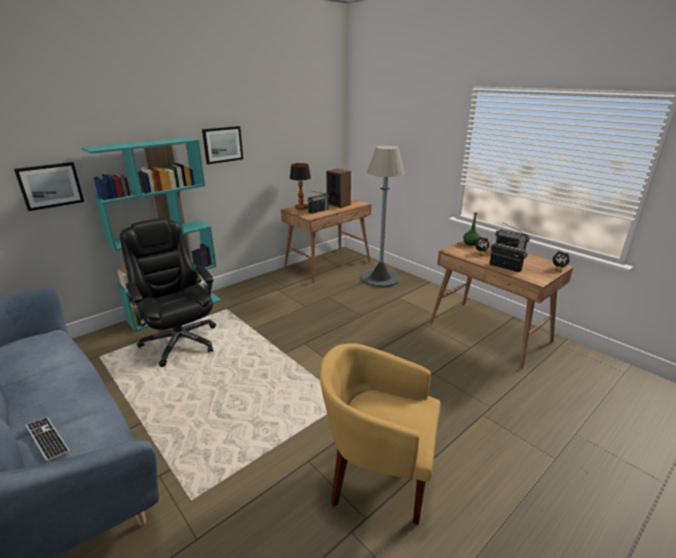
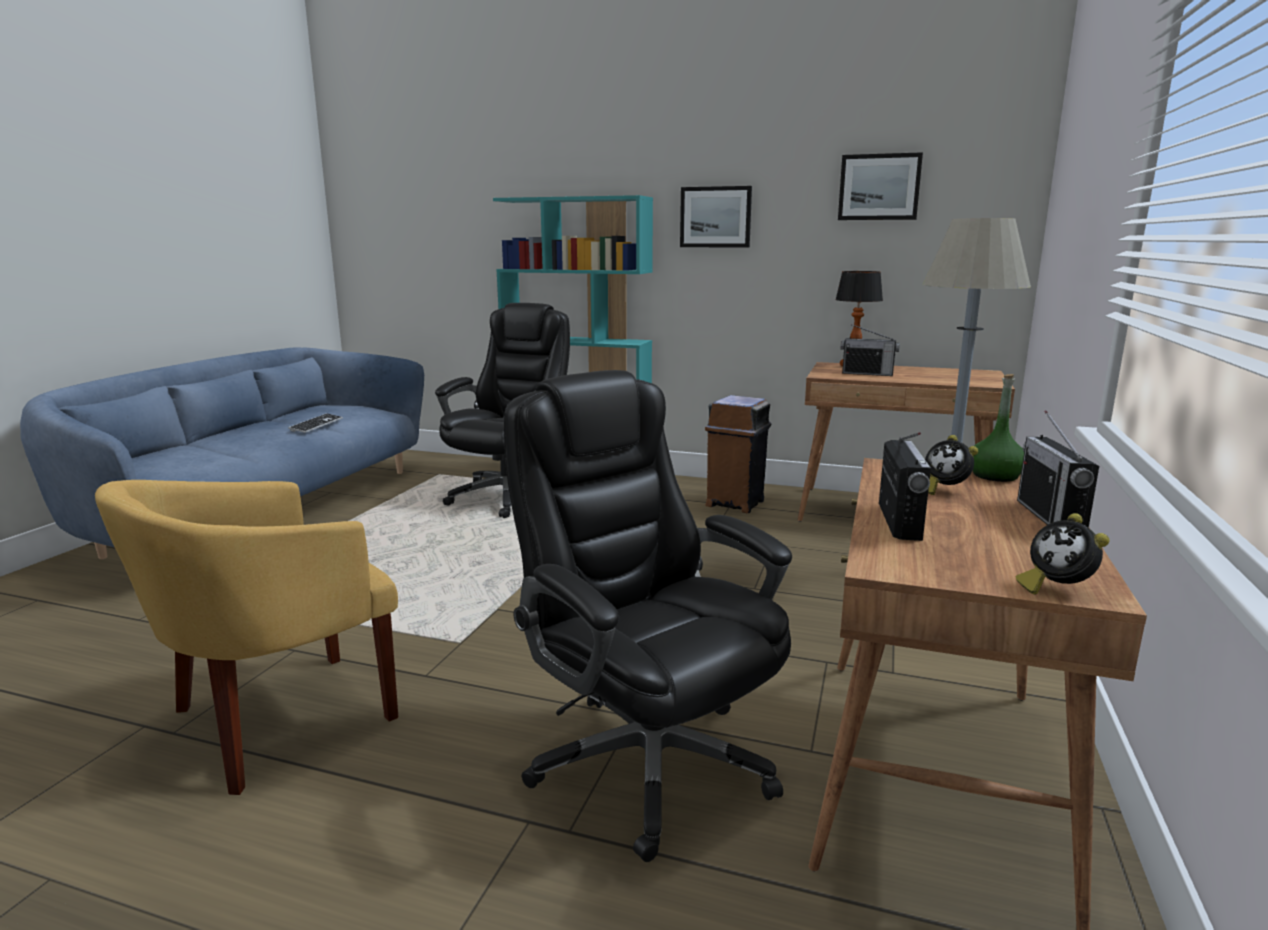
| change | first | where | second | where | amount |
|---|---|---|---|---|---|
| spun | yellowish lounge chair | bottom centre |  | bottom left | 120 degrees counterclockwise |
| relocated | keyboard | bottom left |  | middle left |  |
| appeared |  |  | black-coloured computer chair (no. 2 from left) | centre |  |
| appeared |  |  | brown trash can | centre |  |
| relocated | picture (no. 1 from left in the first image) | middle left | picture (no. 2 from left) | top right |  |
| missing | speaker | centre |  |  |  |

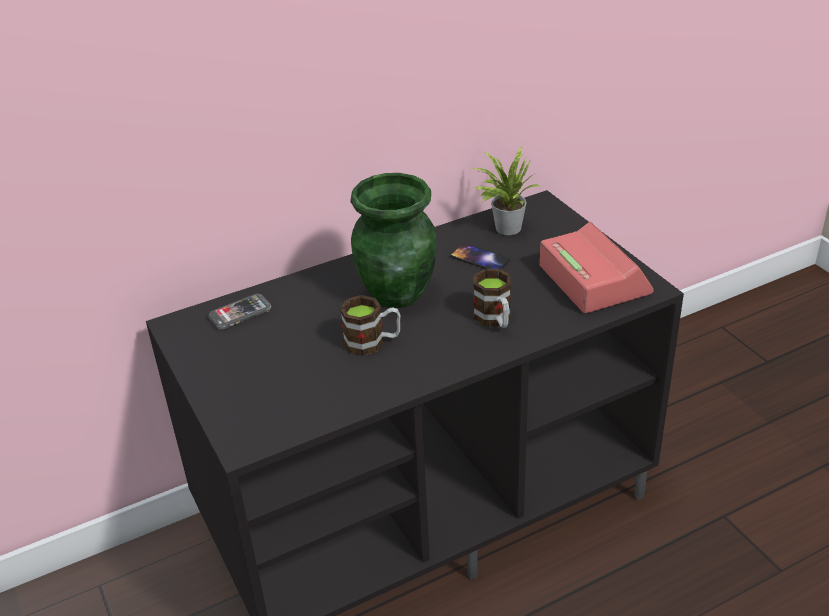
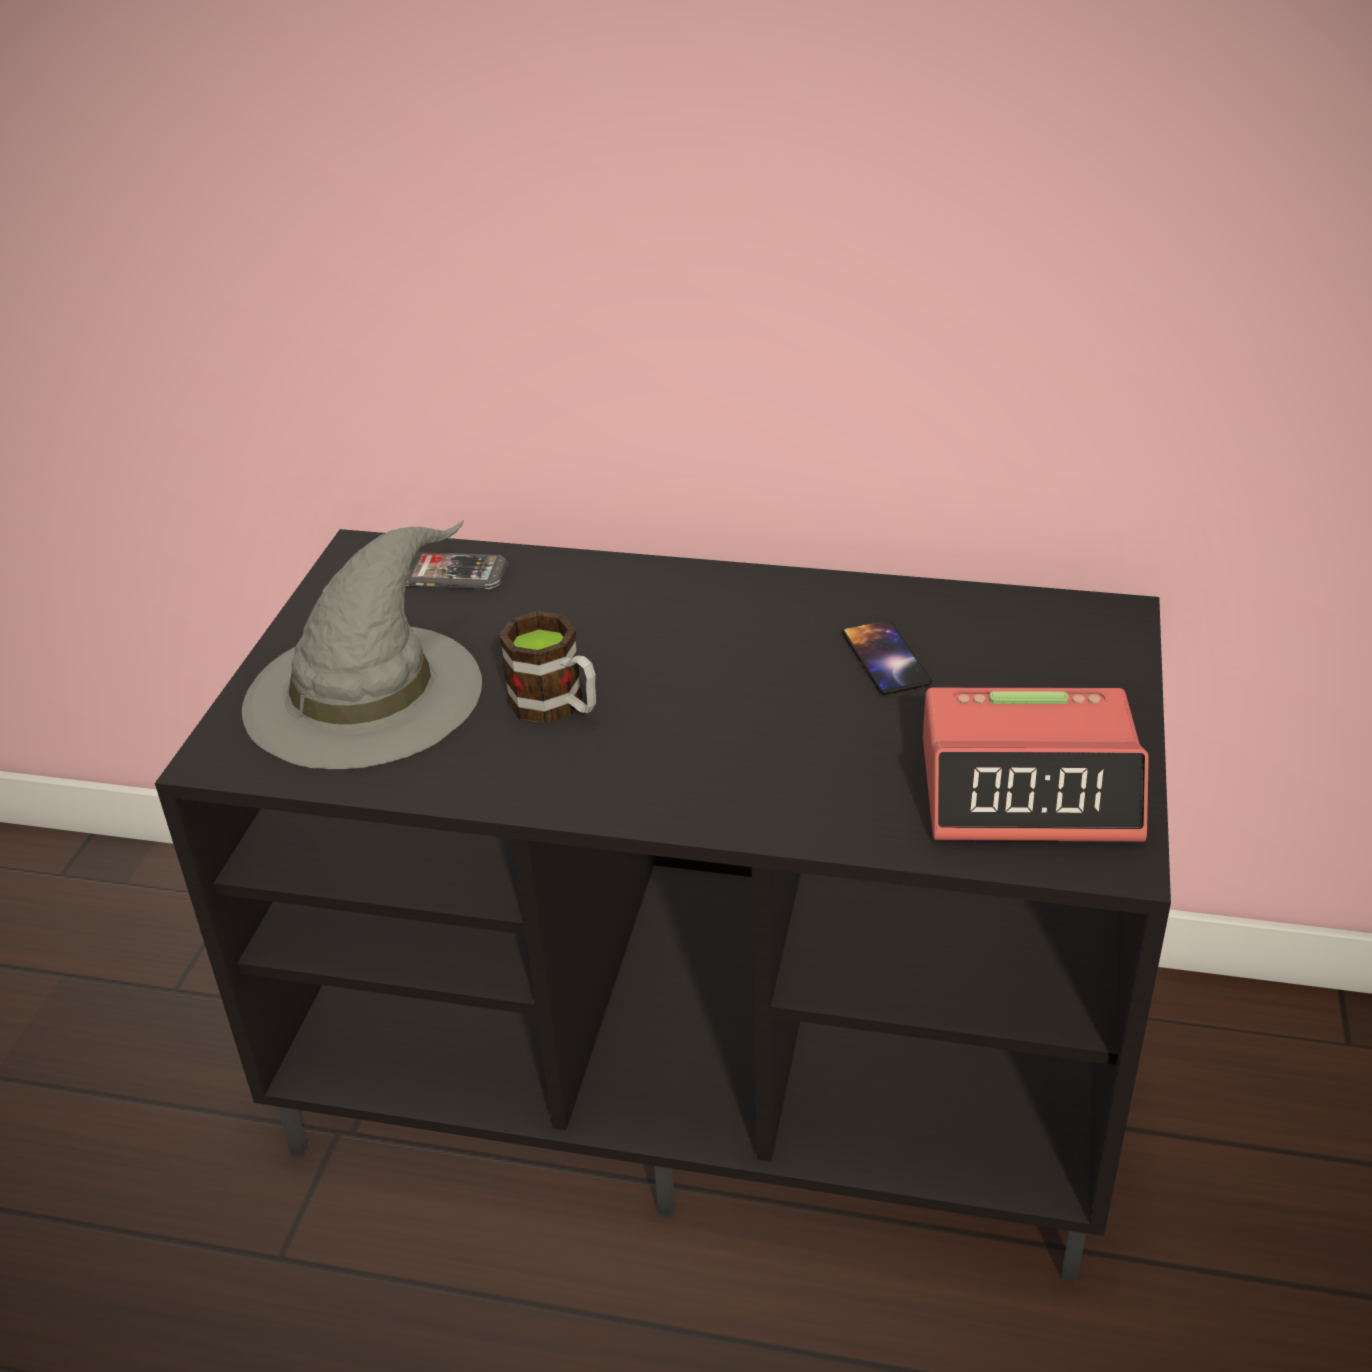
| change | first | where | second | where | amount |
|---|---|---|---|---|---|
| appeared |  |  | greyish hat | middle left |  |
| spun | alarm clock | middle right |  | middle right | 75 degrees clockwise |
| missing | greenish vase | centre |  |  |  |
| missing | plant in a pot | top centre |  |  |  |
| missing | mug (no. 2 from left) | centre |  |  |  |

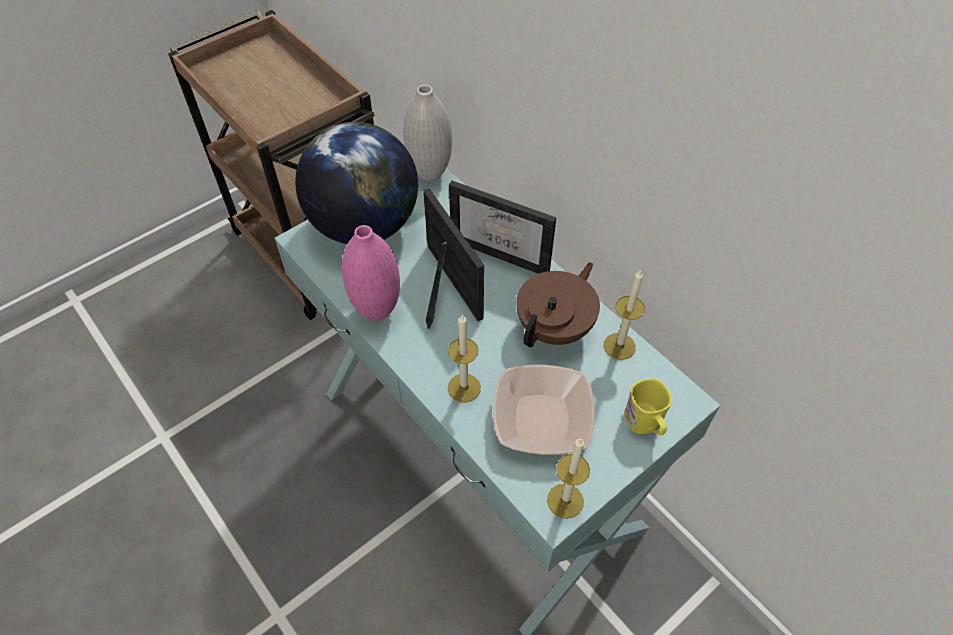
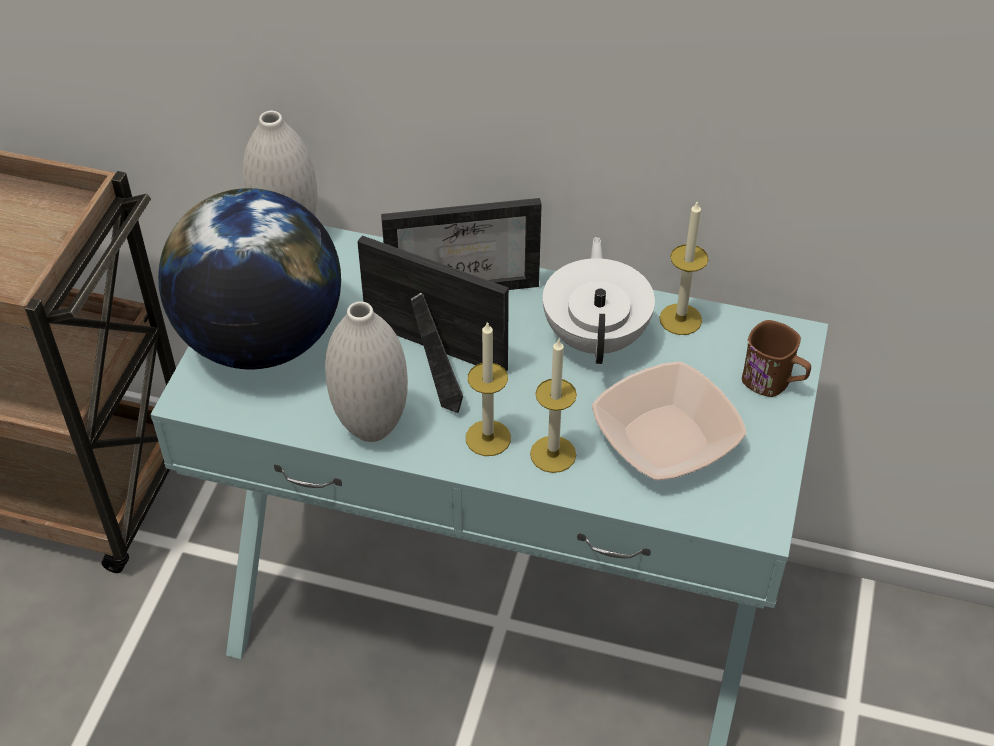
| change | first | where | second | where | amount |
|---|---|---|---|---|---|
| colour | pinkish vase | centre | white vase (no. 2 from left) | centre |  |
| relocated | wax candle (no. 2 from left in the first image) | bottom centre | wax candle (no. 1 from left) | centre |  |
| colour | brown tea pot | centre | white tea pot | centre |  |
| colour | yellowish mug | middle right | brown mug | middle right |  |

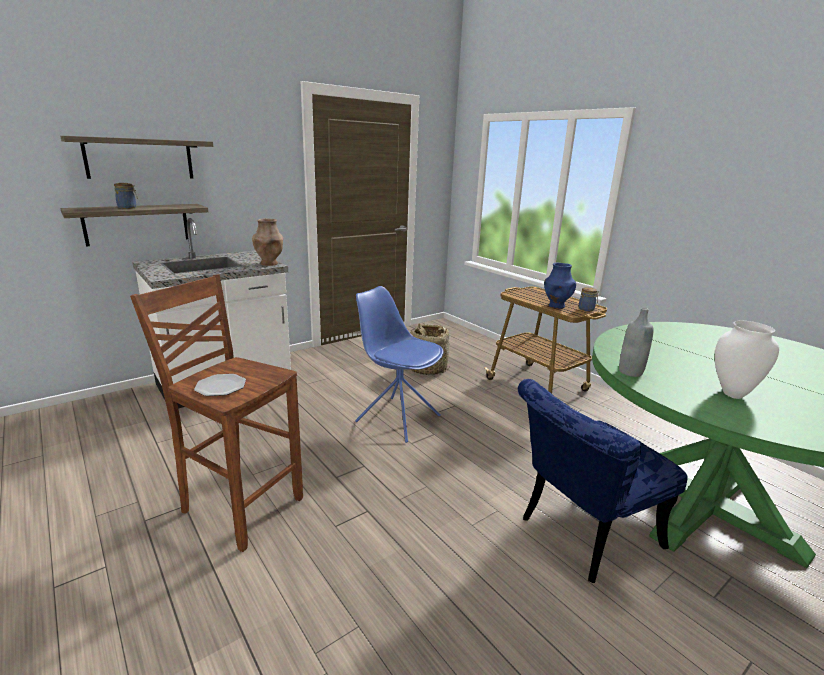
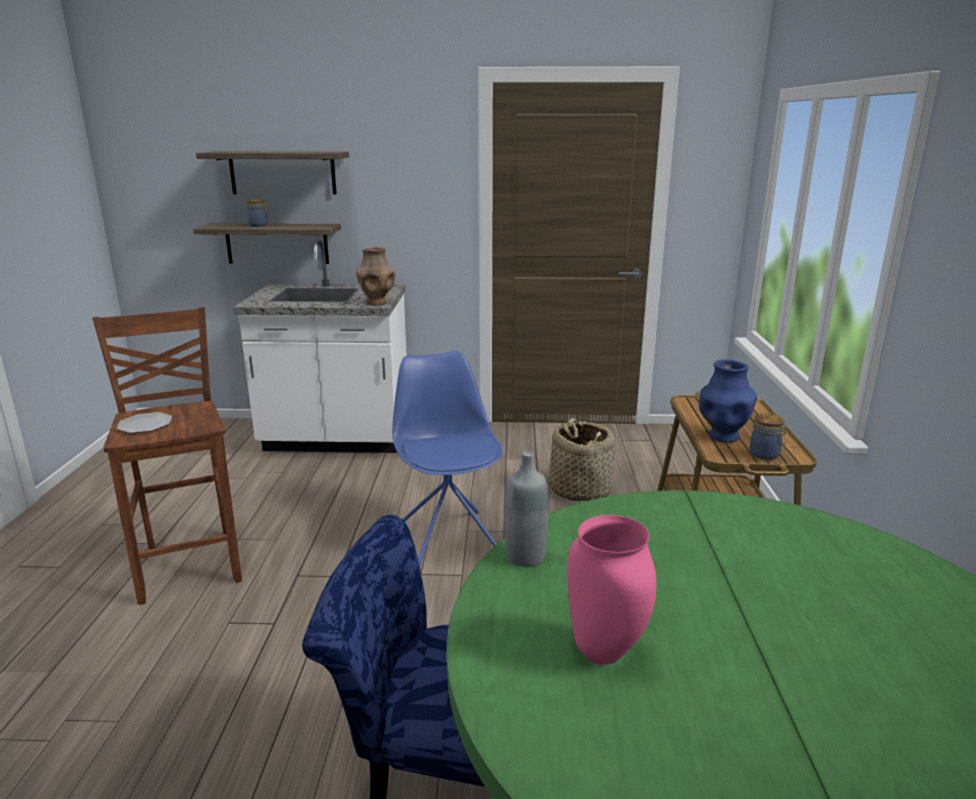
| change | first | where | second | where | amount |
|---|---|---|---|---|---|
| colour | white vase | middle right | pinkish vase | bottom centre |  |

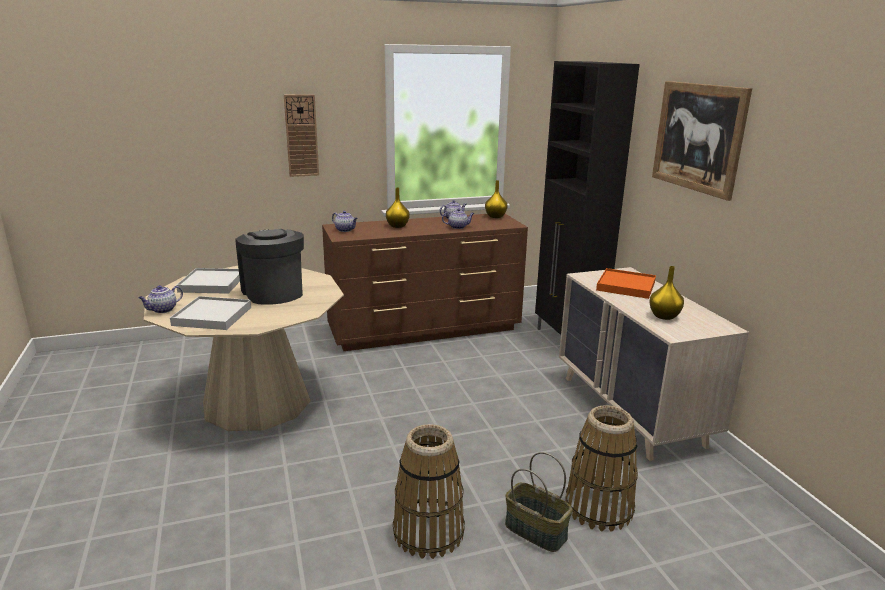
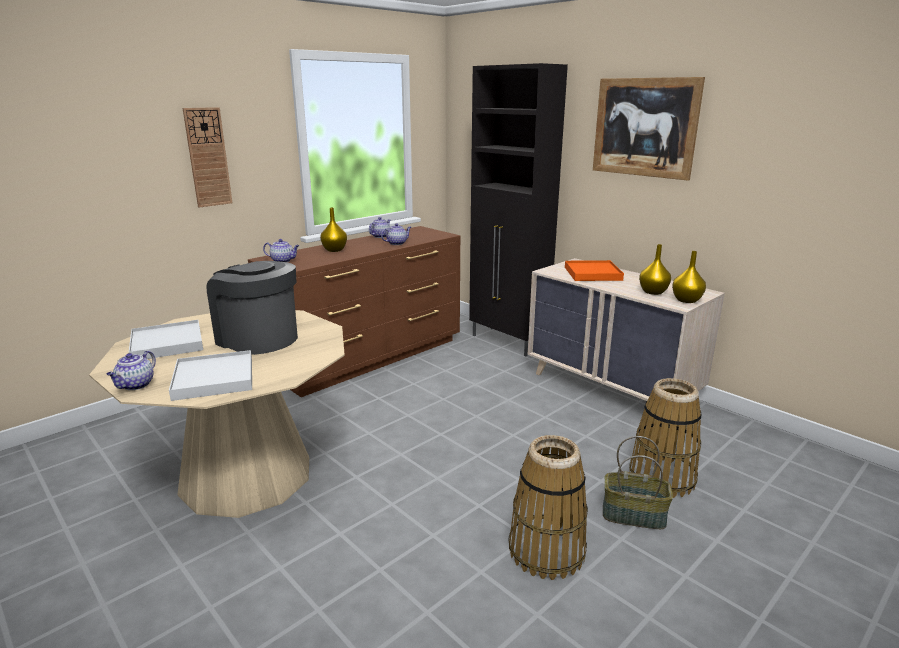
| change | first | where | second | where | amount |
|---|---|---|---|---|---|
| relocated | yellowish vase (no. 2 from left in the first image) | centre | yellowish vase (no. 3 from left) | middle right |  |

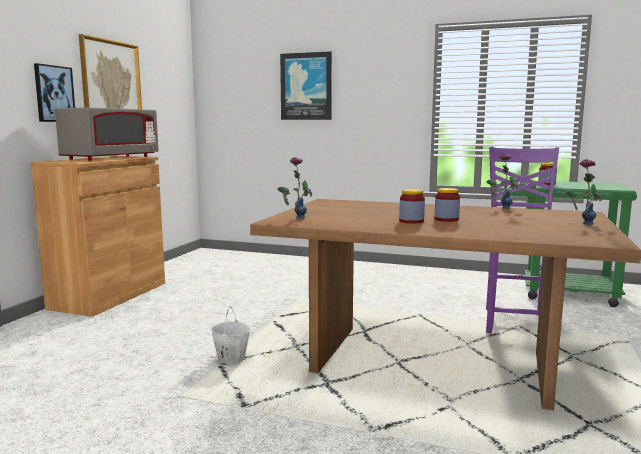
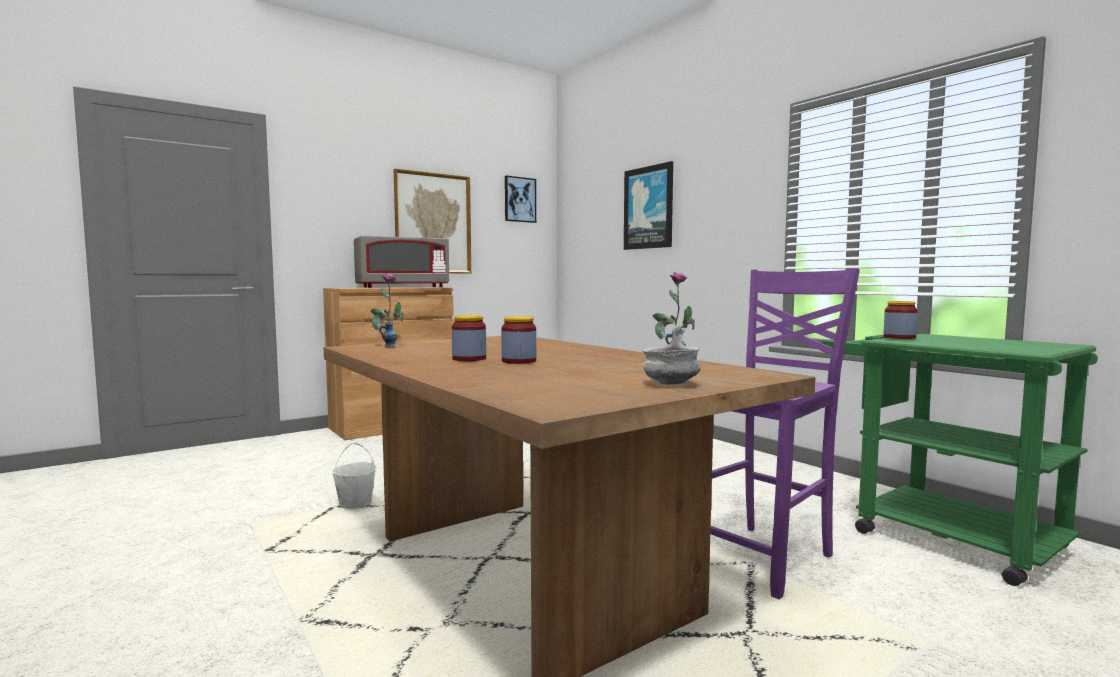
| change | first | where | second | where | amount |
|---|---|---|---|---|---|
| relocated | picture (no. 1 from left in the first image) | top left | picture (no. 2 from left) | top centre |  |
| exchanged | vase (no. 3 from left) | middle right | greyish serving bowl | centre |  |

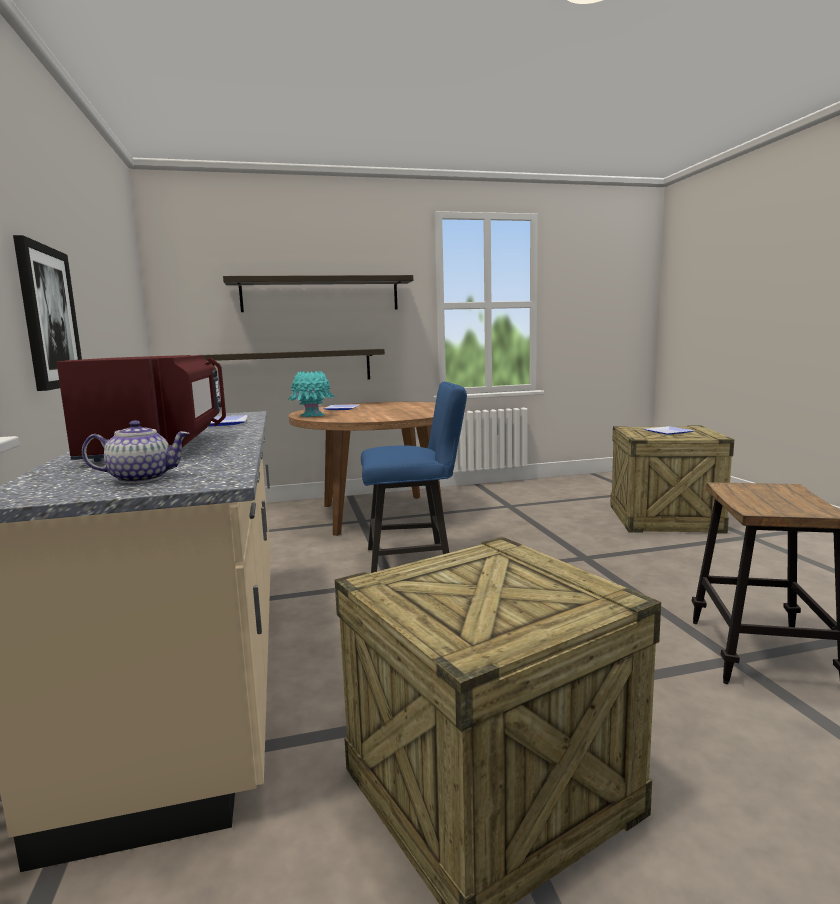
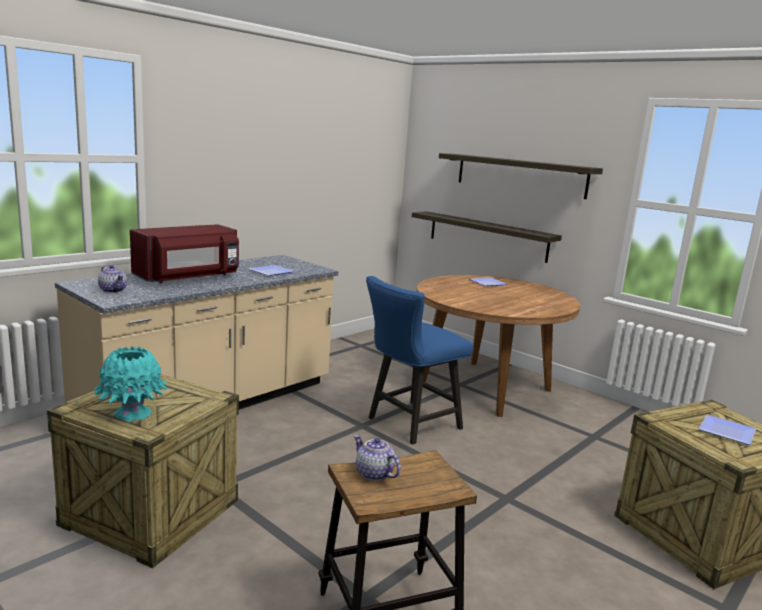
| change | first | where | second | where | amount |
|---|---|---|---|---|---|
| relocated | turquoise-coloured vase | centre |  | middle left |  |
| appeared |  |  | tea pot (no. 2 from left) | bottom centre |  |
| spun | blue-coloured chair | centre |  | centre | 90 degrees clockwise |
| missing | picture | middle left |  |  |  |

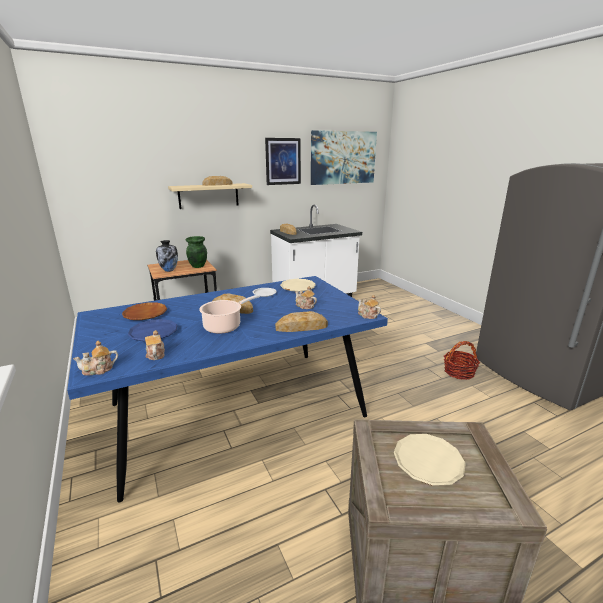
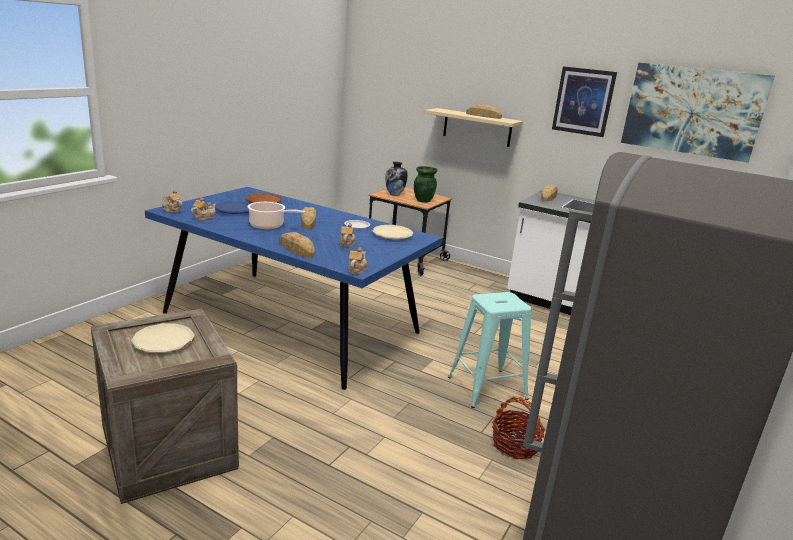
| change | first | where | second | where | amount |
|---|---|---|---|---|---|
| appeared |  |  | turquoise-coloured stool | centre |  |

